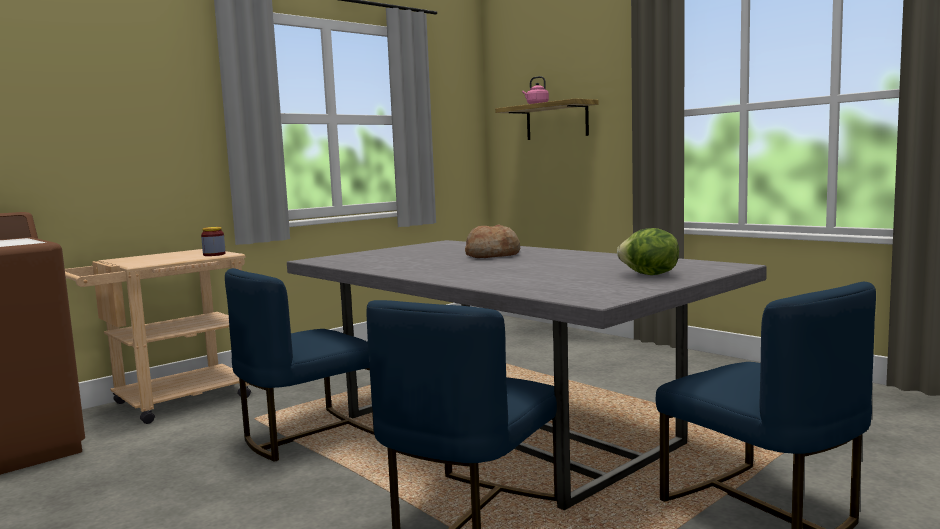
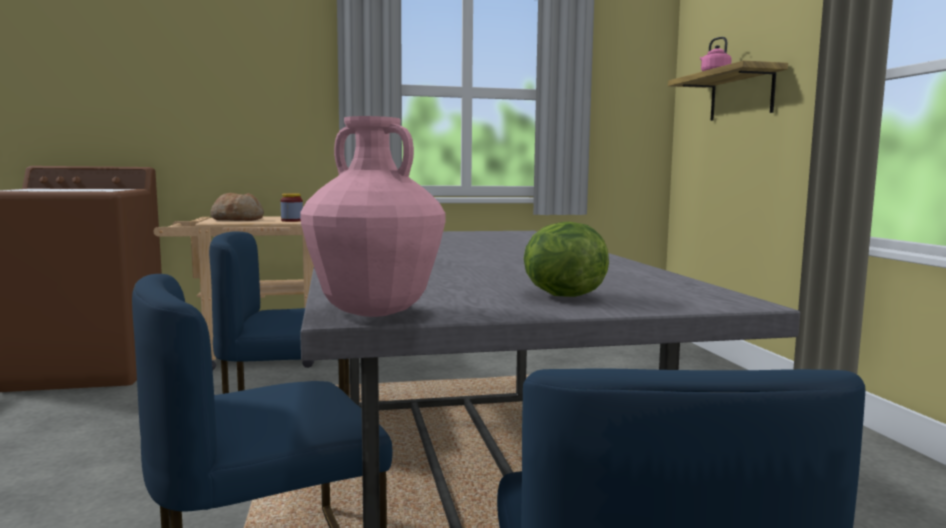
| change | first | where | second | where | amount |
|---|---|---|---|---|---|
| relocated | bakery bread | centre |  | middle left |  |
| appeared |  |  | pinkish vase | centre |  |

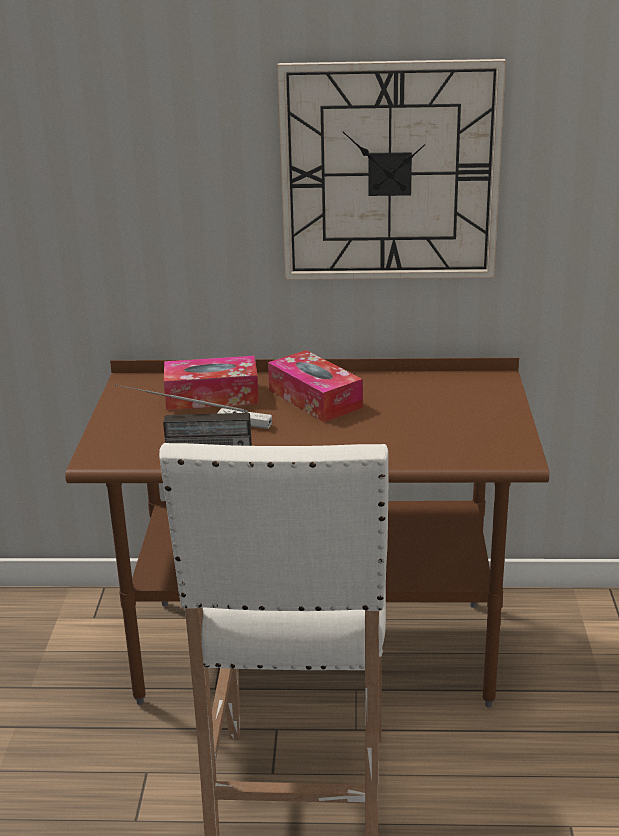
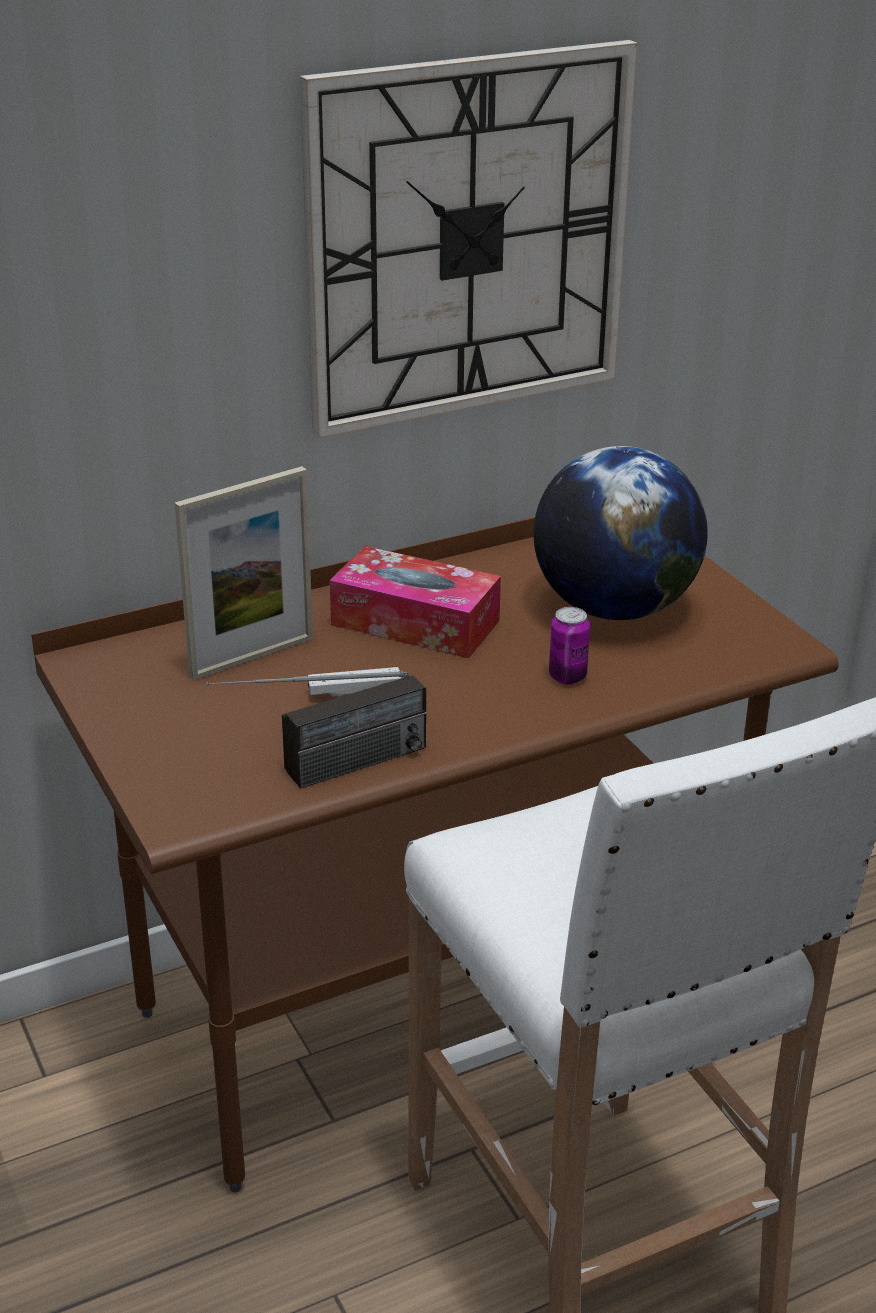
| change | first | where | second | where | amount |
|---|---|---|---|---|---|
| exchanged | box of tissues (no. 1 from left) | centre | standing frame | middle left |  |
| appeared |  |  | globe | middle right |  |
| appeared |  |  | sealed can | centre |  |

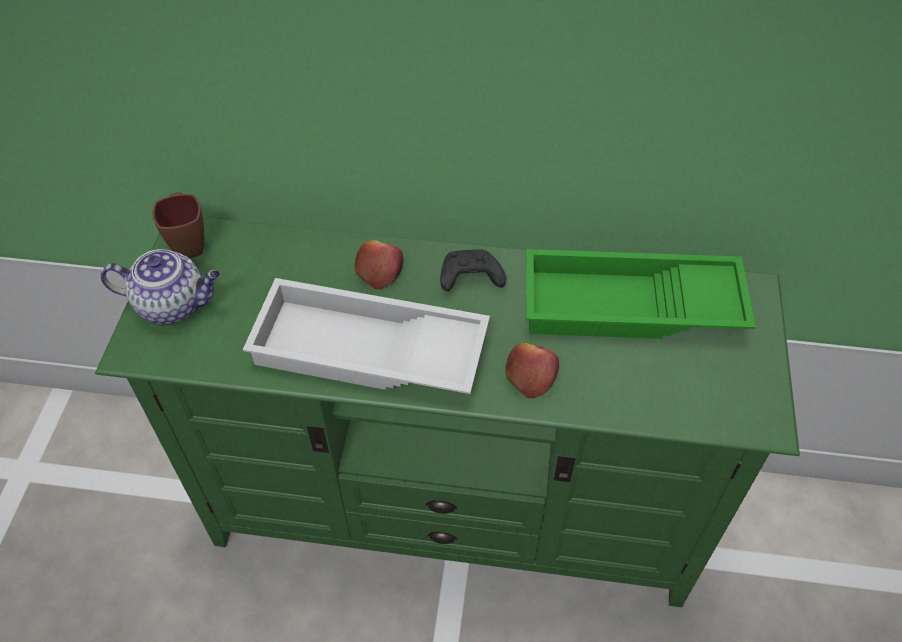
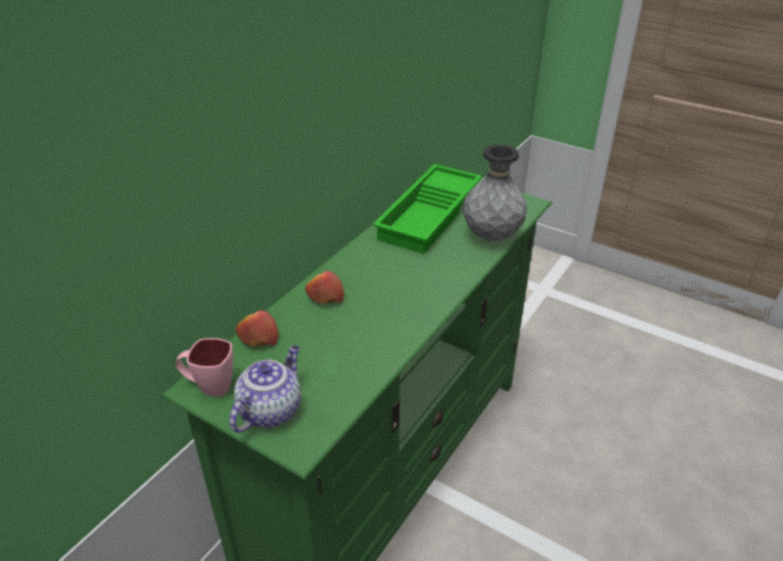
| change | first | where | second | where | amount |
|---|---|---|---|---|---|
| colour | brown mug | middle left | pinkish mug | middle left |  |
| relocated | apple fruit (no. 2 from left in the first image) | centre | apple fruit (no. 1 from left) | middle left |  |
| appeared |  |  | greyish vase | centre |  |
| missing | white carrying tray | centre |  |  |  |
| missing | black-coloured gamepad | centre |  |  |  |

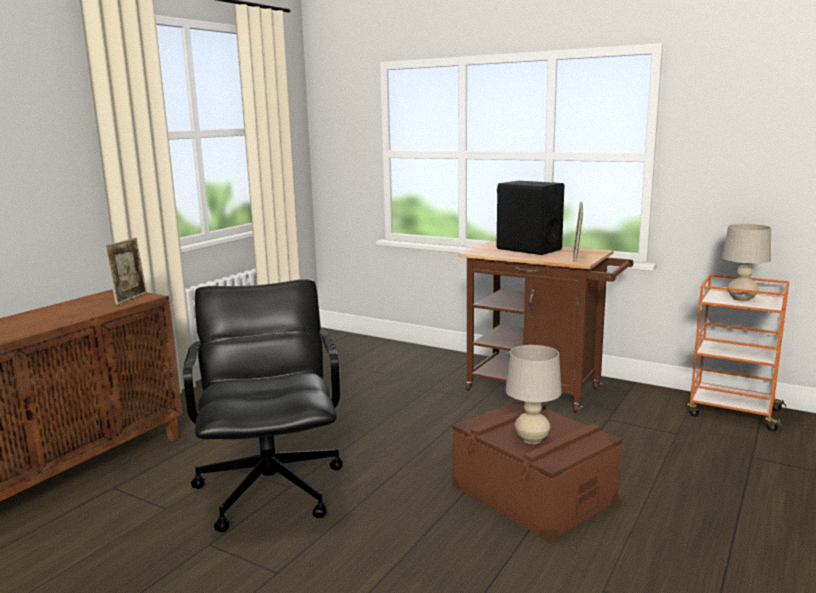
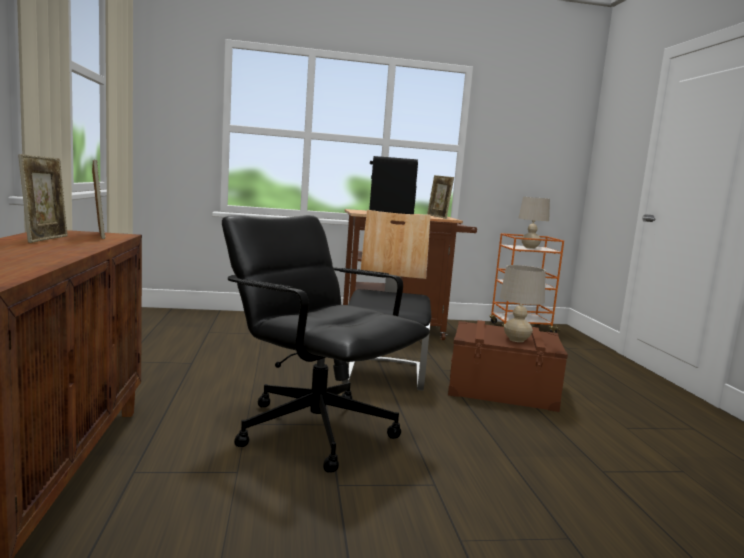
| change | first | where | second | where | amount |
|---|---|---|---|---|---|
| appeared |  |  | standing frame (no. 1 from left) | middle left |  |
| appeared |  |  | chair | centre |  |

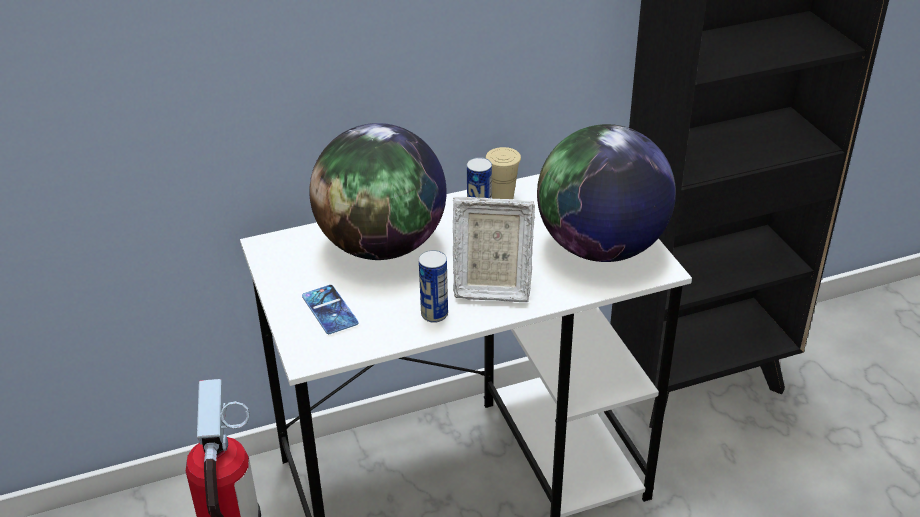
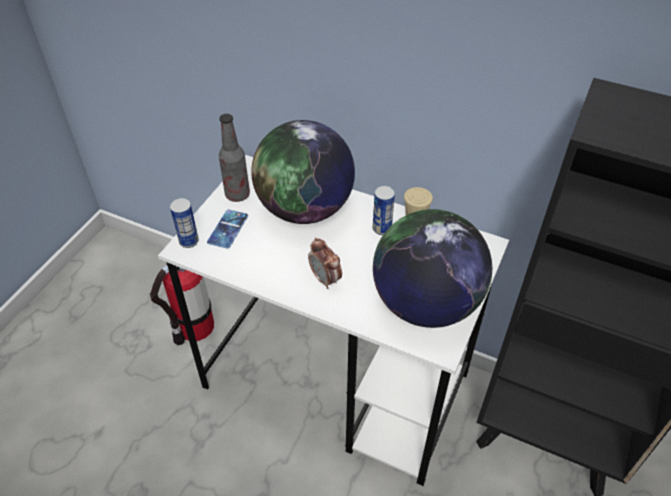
| change | first | where | second | where | amount |
|---|---|---|---|---|---|
| relocated | sealed can (no. 1 from left) | centre |  | middle left |  |
| appeared |  |  | drink bottle | top centre |  |
| exchanged | standing frame | centre | alarm clock | centre |  |

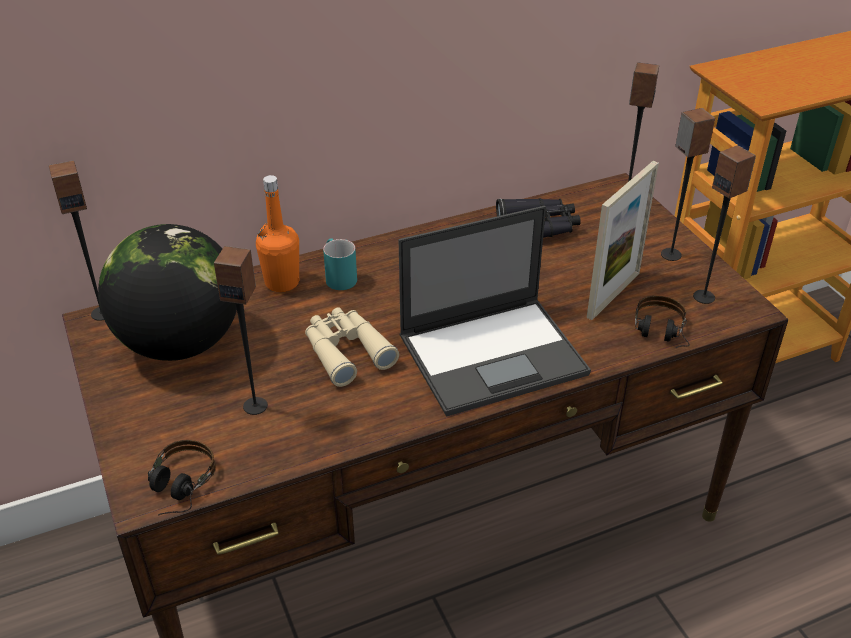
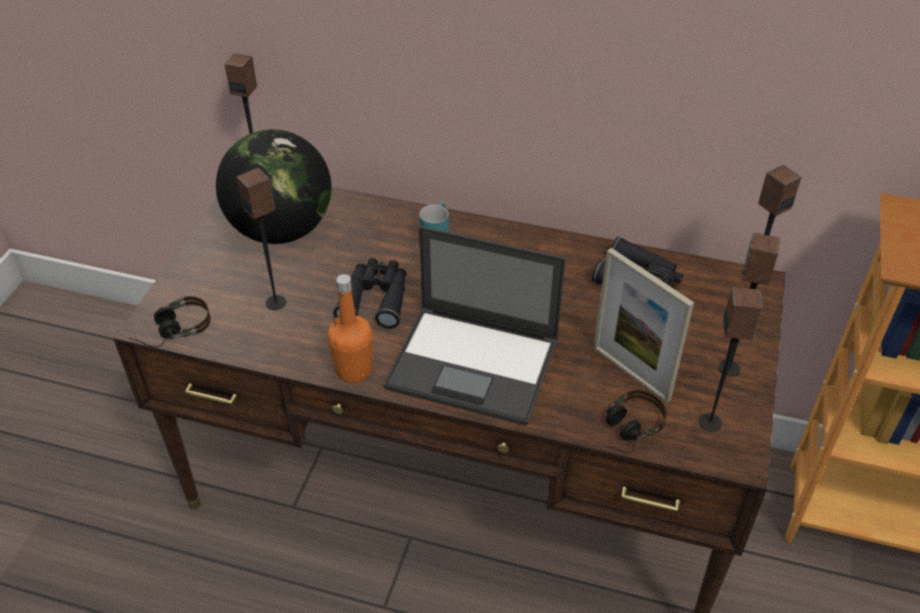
| change | first | where | second | where | amount |
|---|---|---|---|---|---|
| relocated | orange drink bottle | middle left |  | centre |  |
| colour | sand-coloured pair of binoculars | centre | black-coloured pair of binoculars (no. 1 from left) | centre |  |
| spun | standing frame | middle right |  | middle right | 60 degrees clockwise |

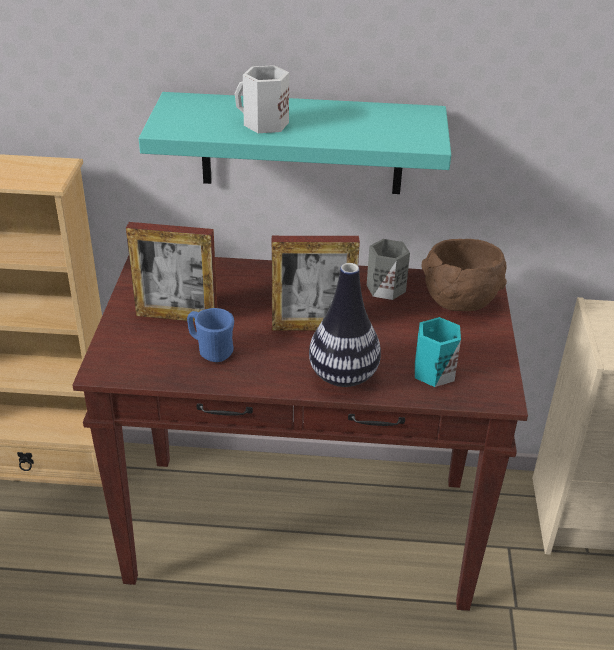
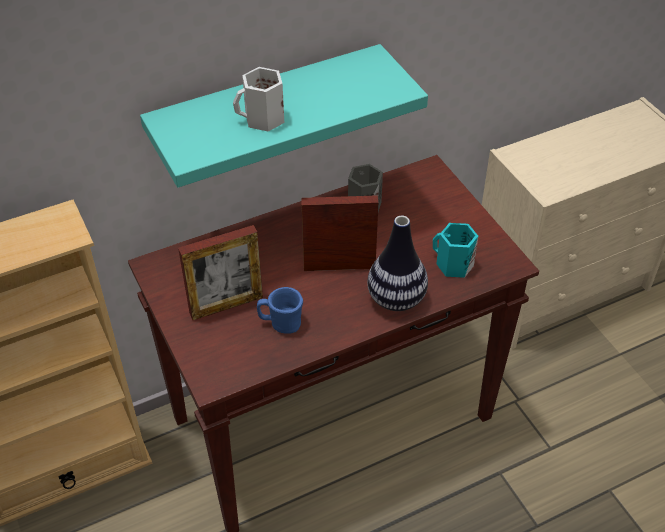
| change | first | where | second | where | amount |
|---|---|---|---|---|---|
| spun | standing frame (no. 2 from left) | centre |  | centre | 150 degrees counterclockwise |
| missing | brown serving bowl | middle right |  |  |  |

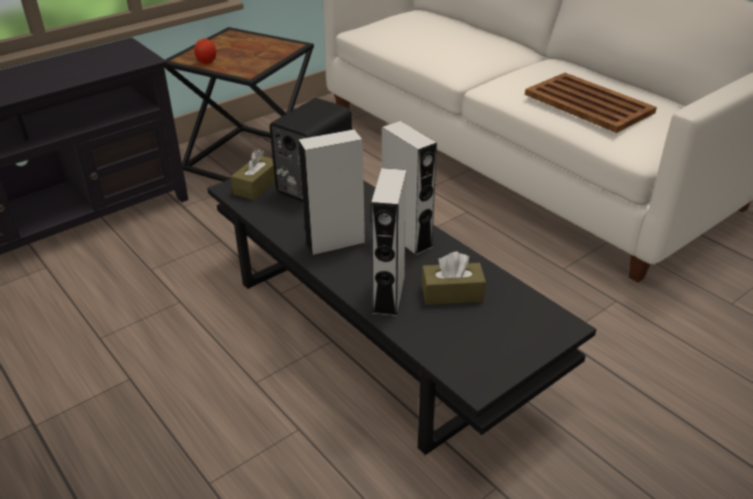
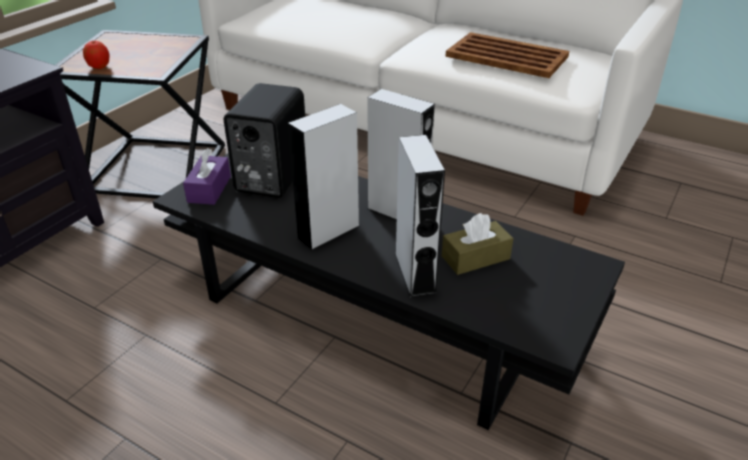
| change | first | where | second | where | amount |
|---|---|---|---|---|---|
| colour | brown box of tissues (no. 1 from left) | centre | purple box of tissues | middle left |  |

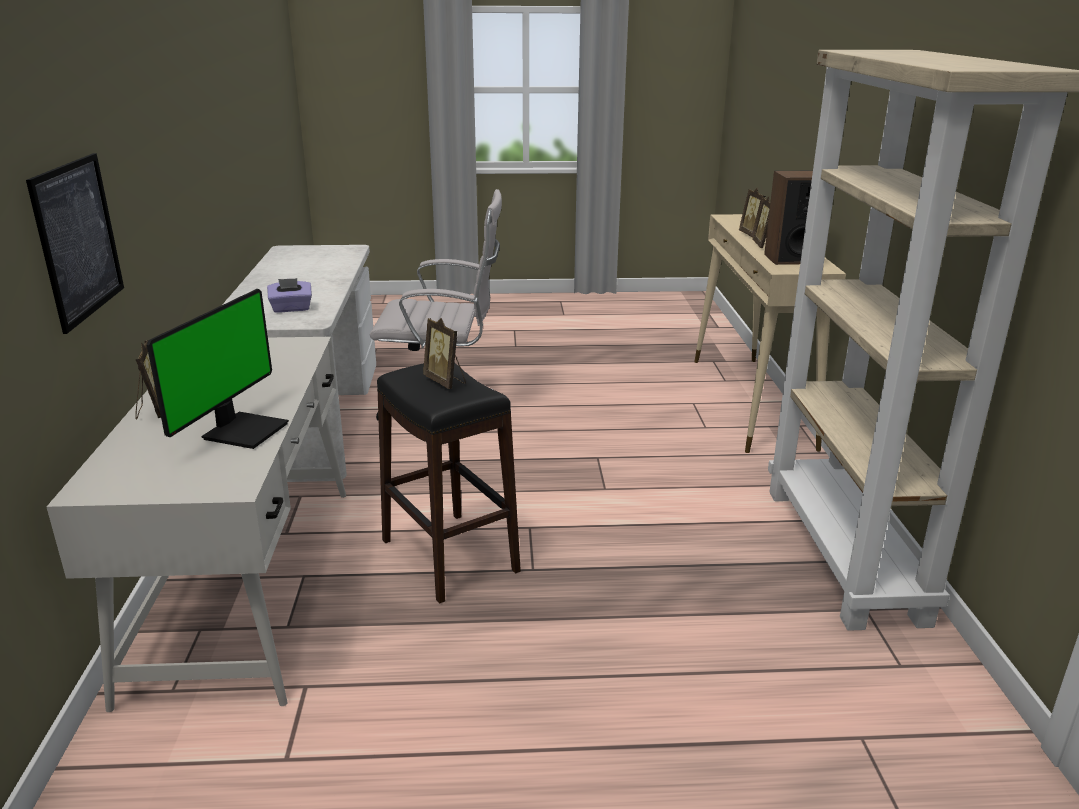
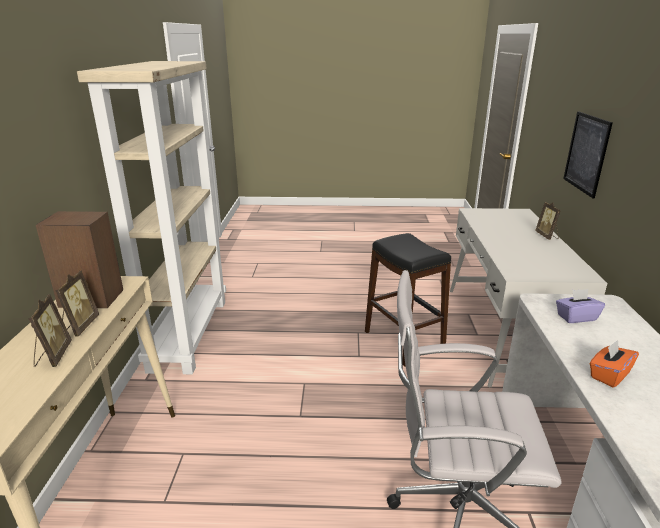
| change | first | where | second | where | amount |
|---|---|---|---|---|---|
| appeared |  |  | orange box of tissues | bottom right |  |
| missing | monitor | middle left |  |  |  |
| missing | standing frame (no. 2 from left) | centre |  |  |  |

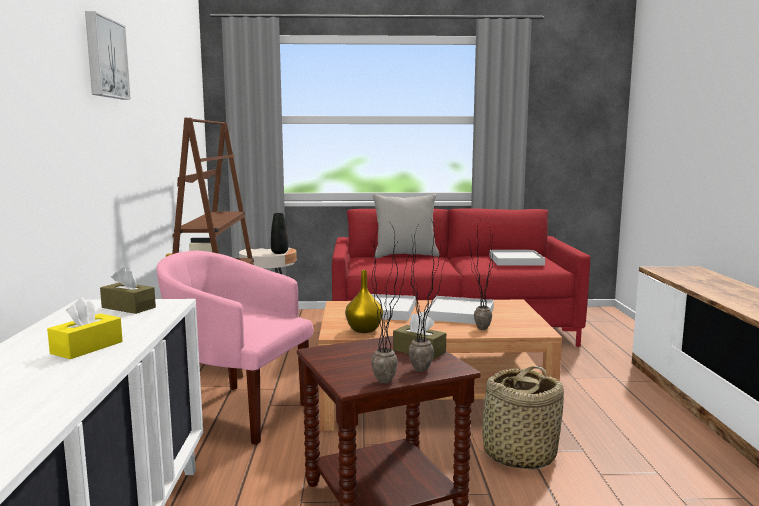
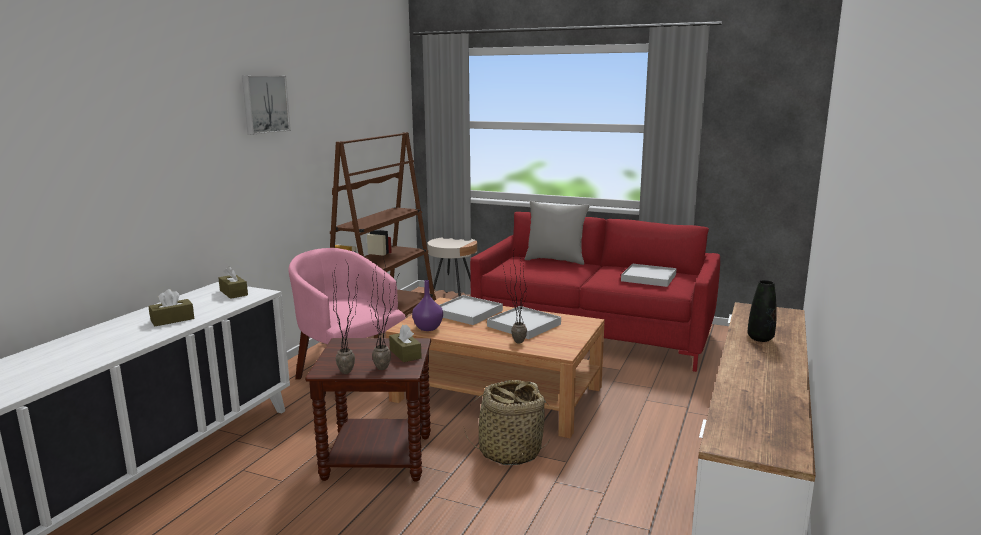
| change | first | where | second | where | amount |
|---|---|---|---|---|---|
| colour | yellowish box of tissues | middle left | brown box of tissues (no. 1 from left) | middle left |  |
| colour | yellowish vase | centre | purple vase | centre |  |
| relocated | black-coloured vase | centre |  | middle right |  |

